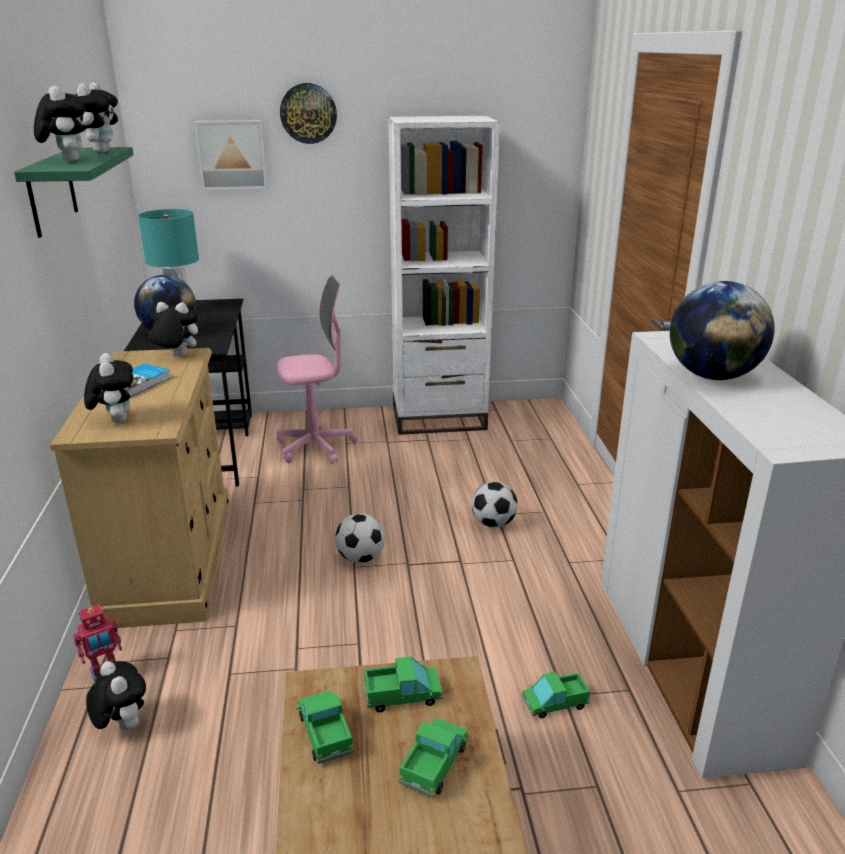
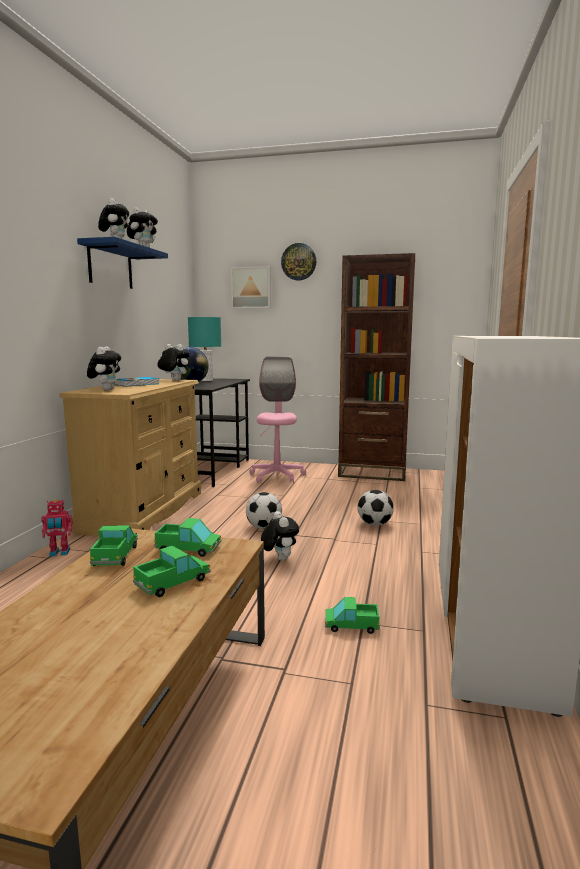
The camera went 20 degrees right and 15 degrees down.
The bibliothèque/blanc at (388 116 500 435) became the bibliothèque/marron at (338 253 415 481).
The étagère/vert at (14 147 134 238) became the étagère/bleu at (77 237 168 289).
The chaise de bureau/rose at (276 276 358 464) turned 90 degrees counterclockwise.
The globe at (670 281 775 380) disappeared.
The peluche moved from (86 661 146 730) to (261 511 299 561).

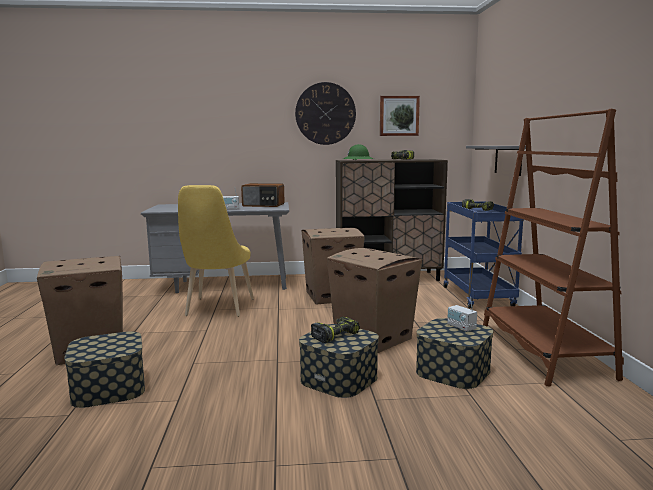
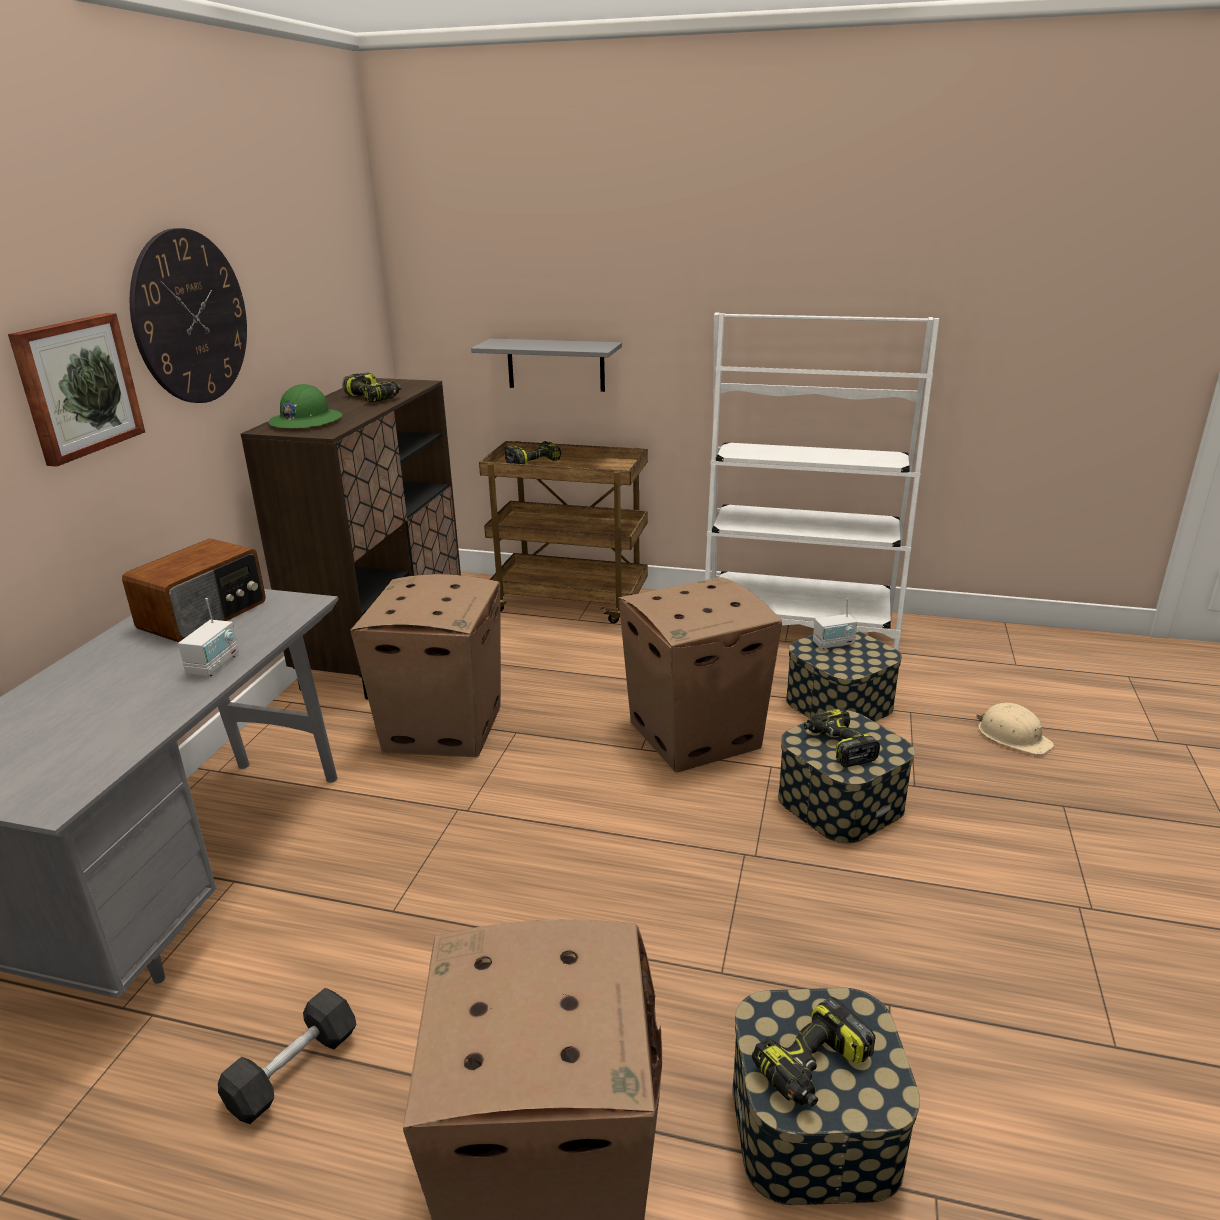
The camera went 70 degrees left and 15 degrees up.
The tableau moved from (380 96 420 136) to (8 313 145 467).
The bibliothèque/marron at (483 109 624 386) became the bibliothèque/blanc at (705 312 940 650).
The chaise/jaune at (178 185 254 317) disappeared.
The chariot/bleu at (443 201 524 308) became the chariot/marron at (479 441 648 624).
The casque de chantier/beige at (976 703 1054 755) appeared.
The haltère/gris at (218 988 356 1124) appeared.
The perceuse at (752 997 875 1107) appeared.

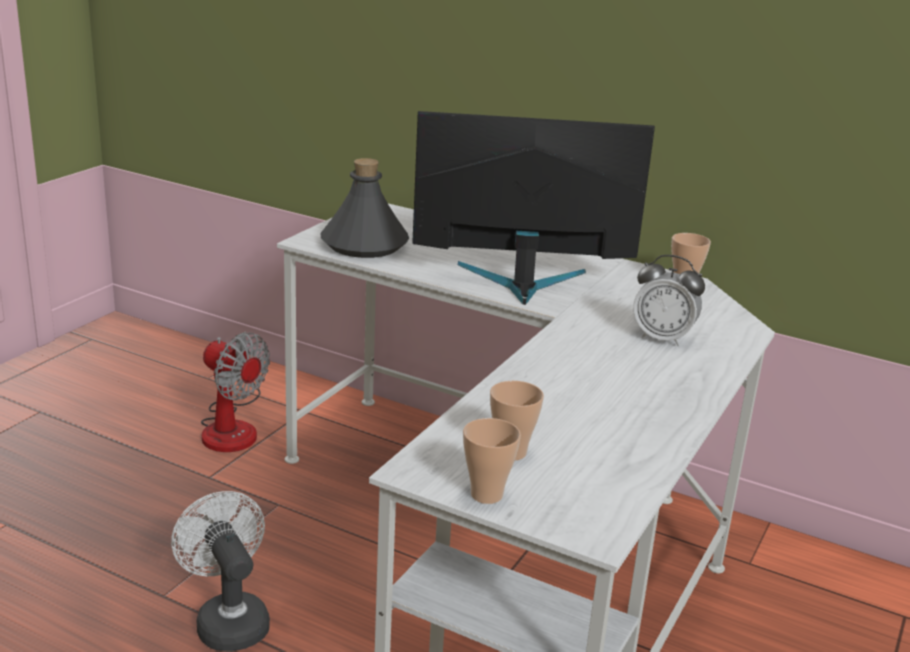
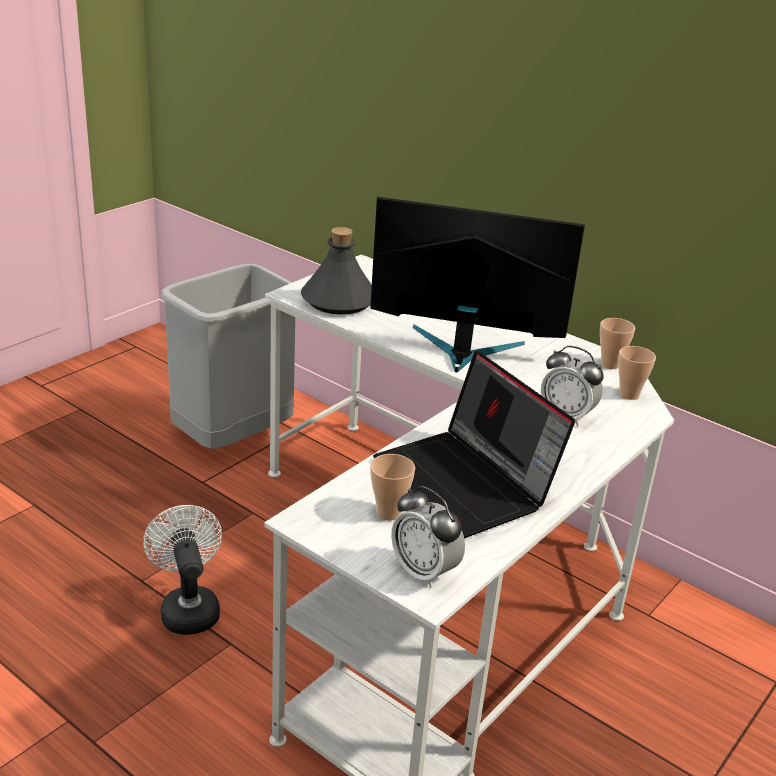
The camera went 10 degrees right and 5 degrees up.
The ventilateur at (201 331 270 452) was replaced by the poubelle/gris at (161 264 295 449).
The tasse moved from (463 418 521 504) to (618 346 656 400).
The ordinateur portable at (373 350 575 538) appeared.
The réveil at (391 486 465 588) appeared.

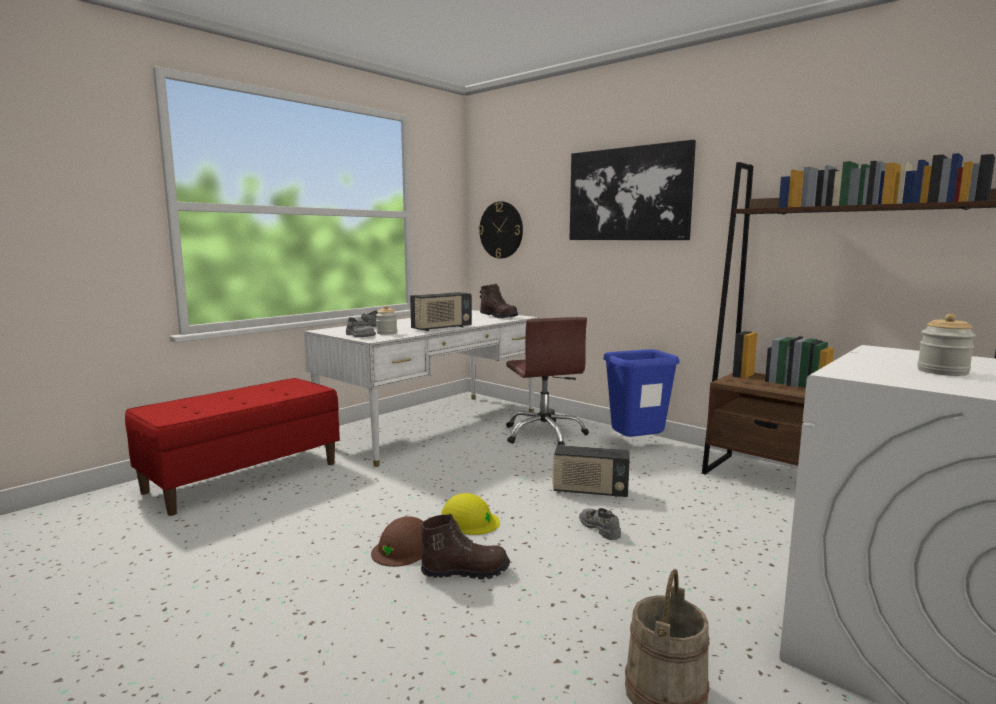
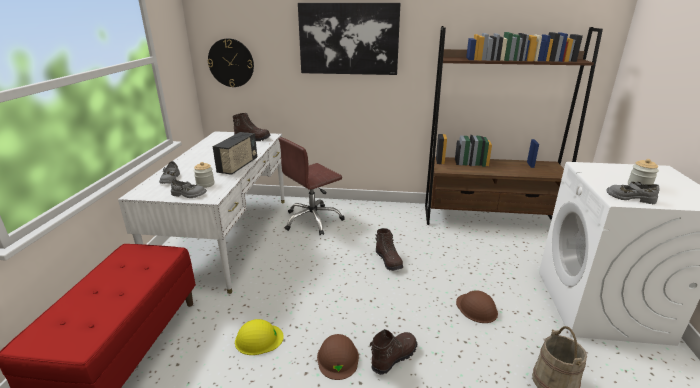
The camera went 35 degrees left and 15 degrees up.
The chaise de bureau/marron at (506 317 589 446) turned 105 degrees clockwise.
The poubelle/bleu at (604 349 680 437) disappeared.
The radio at (552 445 630 498) was replaced by the botte/marron at (375 228 403 271).
The casque de chantier/jaune moved from (441 493 500 535) to (235 319 284 355).
The chaussure/gris moved from (579 508 621 540) to (606 182 659 204).
The casque de chantier/marron at (456 290 498 323) appeared.

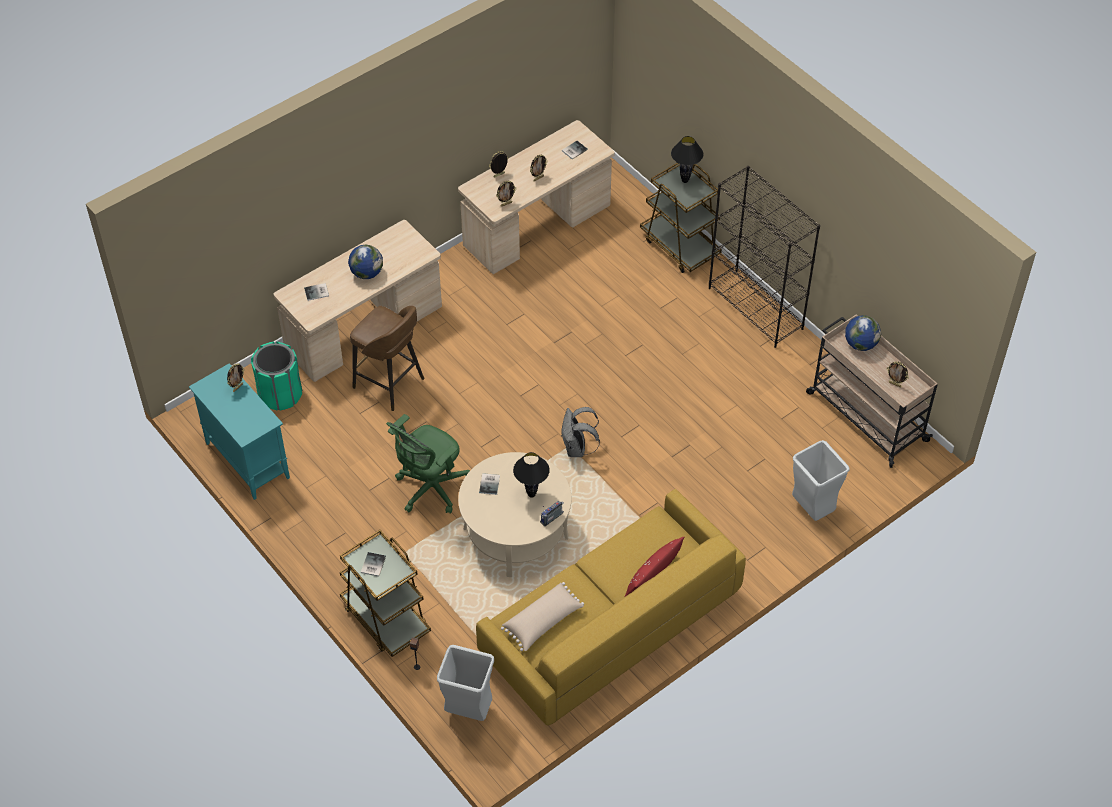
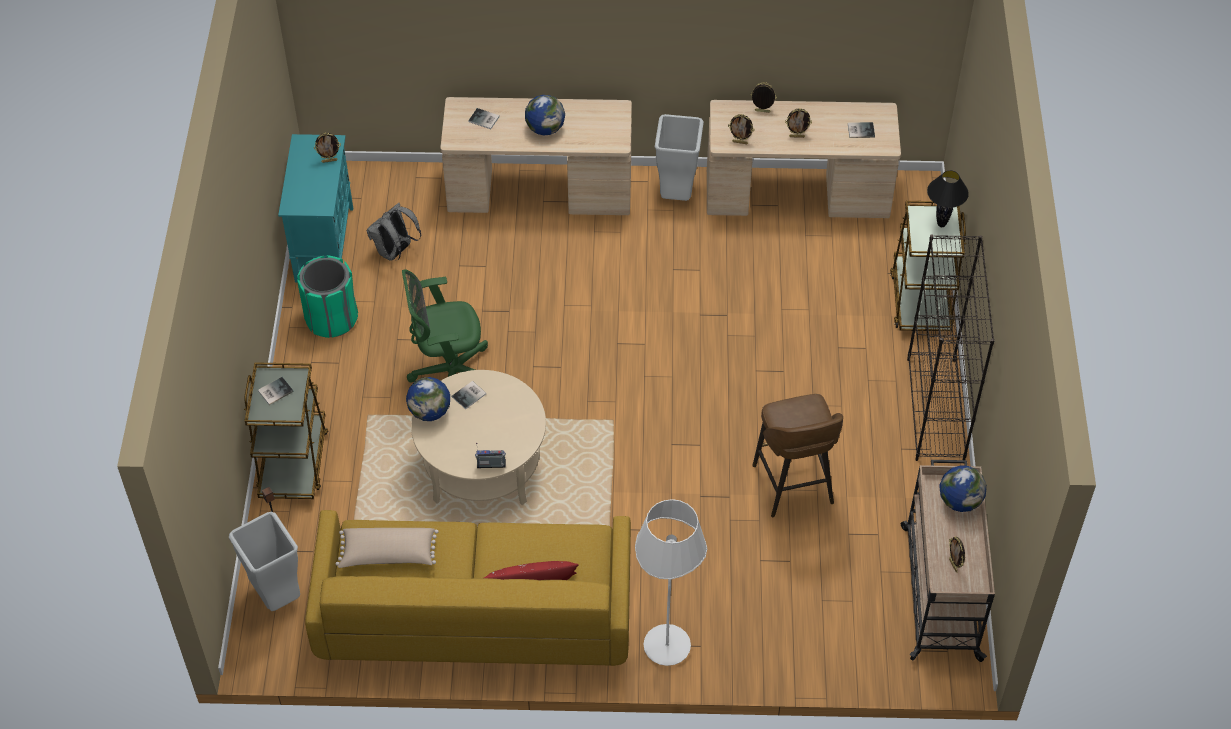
The camera went 40 degrees right and 0 degrees up.
The tabouret/marron moved from (350 306 424 411) to (752 394 843 517).
The poubelle/vert moved from (251 341 302 411) to (297 255 358 338).
The sac à dos/gris moved from (561 407 600 457) to (366 202 421 261).
The poubelle/gris moved from (792 440 850 521) to (655 114 704 201).
The lampe de table/noir at (513 452 550 498) disappeared.
The globe at (406 377 450 421) appeared.
The lampadaire/blanc at (635 499 707 666) appeared.

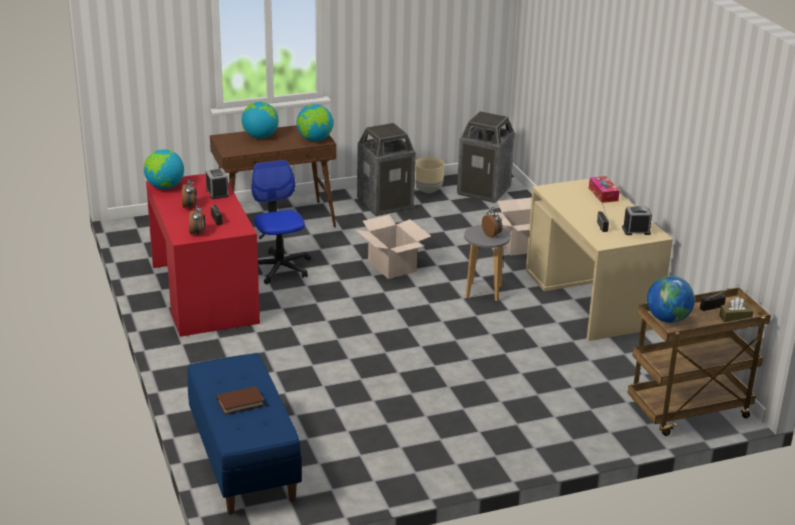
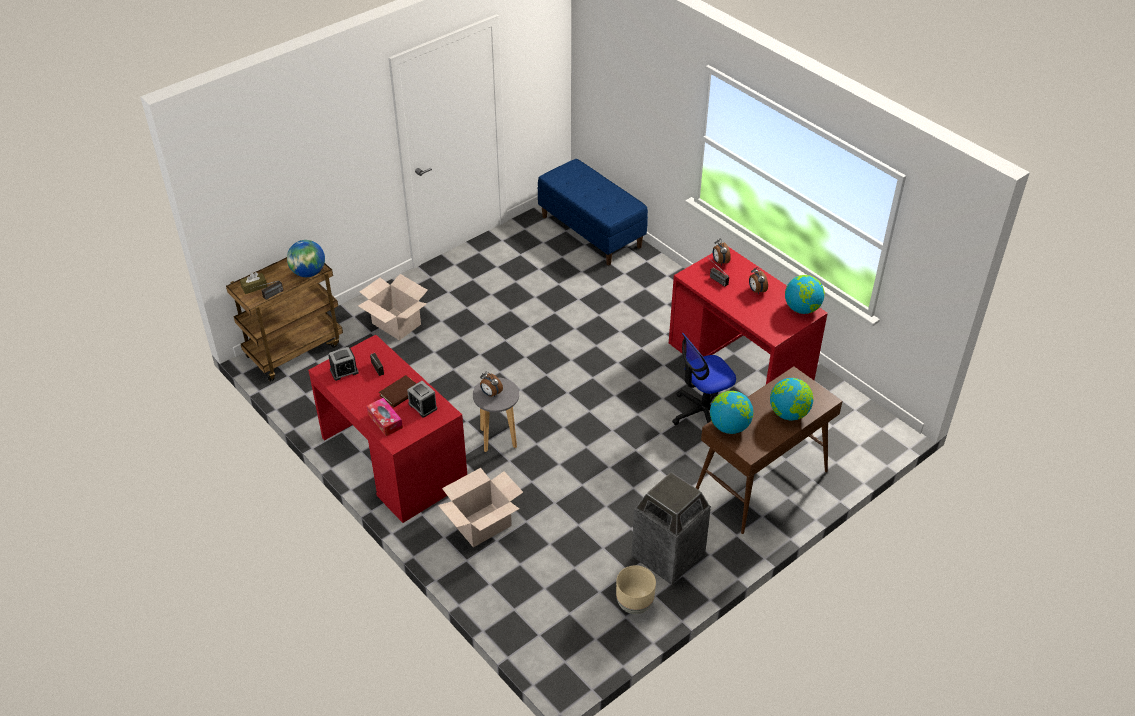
The camera went 160 degrees right and 15 degrees up.
The poubelle at (457 111 515 203) disappeared.
The chaise de bureau at (252 160 311 284) turned 105 degrees clockwise.
The réveil moved from (206 168 229 199) to (407 381 437 418).
The bureau/beige at (526 179 673 341) became the bureau/rouge at (308 335 467 523).
The carton moved from (355 215 431 279) to (358 274 428 340).
The livre/marron moved from (217 386 265 415) to (379 375 416 408).

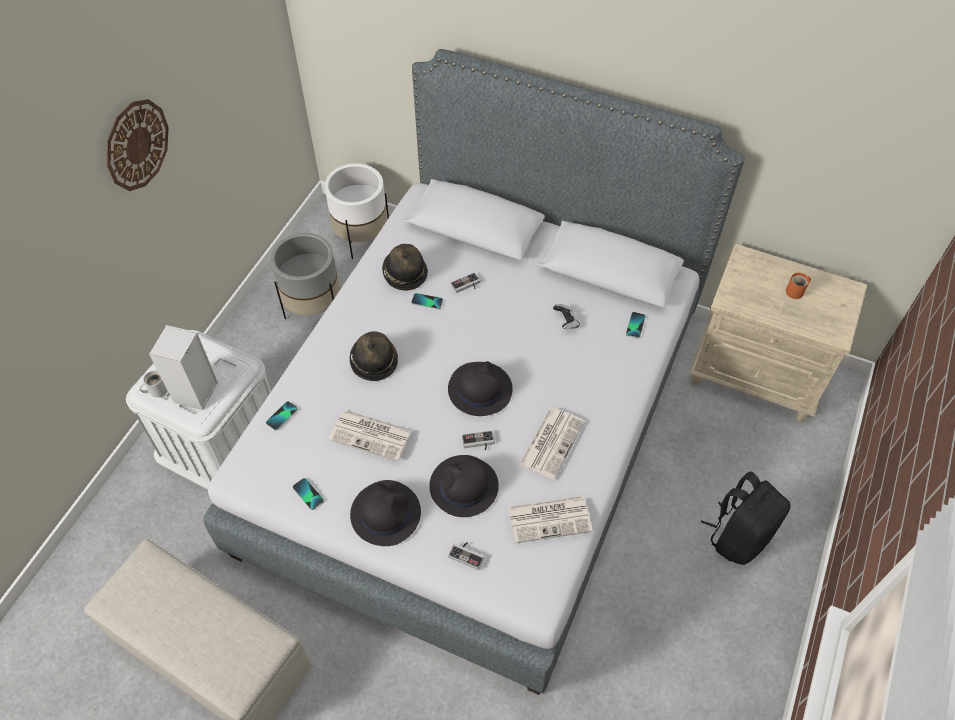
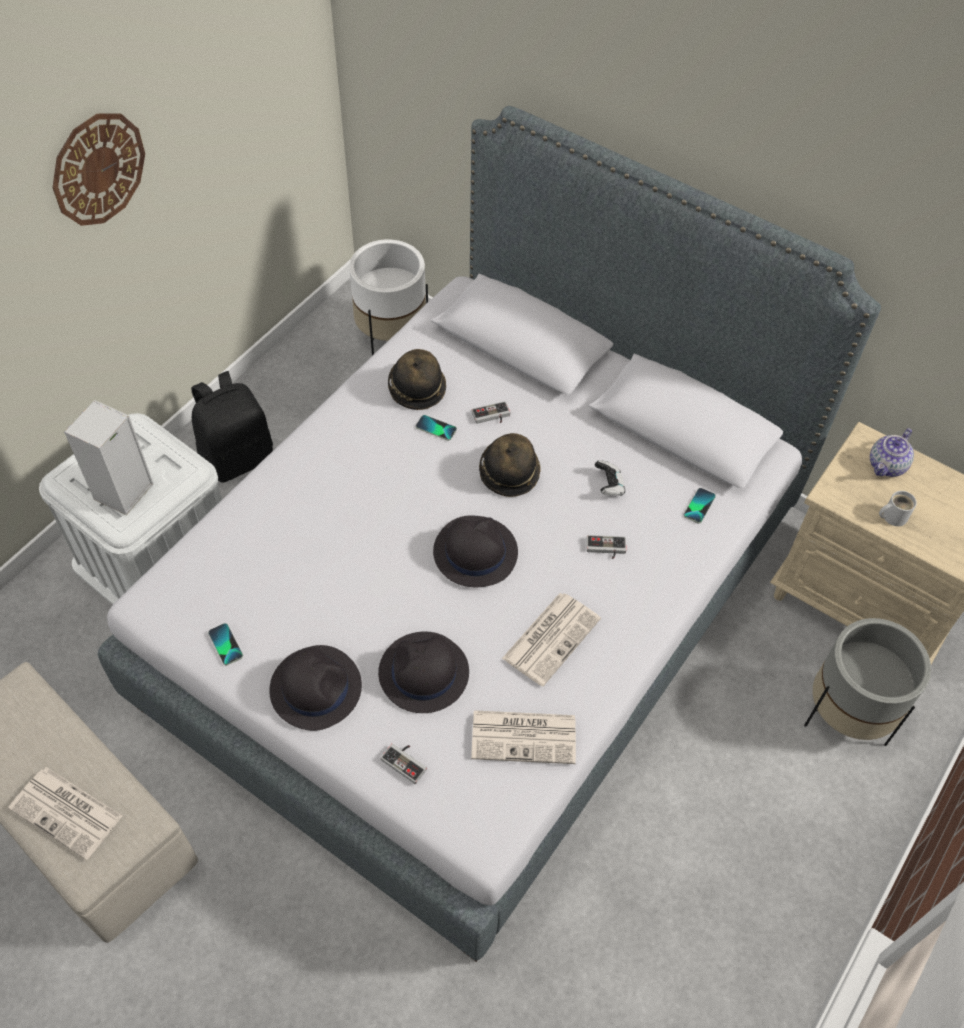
The camera went 10 degrees right and 0 degrees up.
The cache-pot/gris moved from (270 233 340 319) to (804 618 931 746).
The mug/orange at (786 273 811 299) disappeared.
The chapeau moved from (350 331 398 381) to (479 433 541 497).
The mug/blanc moved from (139 370 168 397) to (879 491 917 526).
The téléphone at (266 401 298 431) disappeared.
The journal moved from (329 410 412 461) to (8 767 122 860).
The manette moved from (462 430 495 450) to (587 535 626 559).
The sac à dos/noir moved from (701 472 791 565) to (191 371 273 483).
The théière at (870 428 914 477) appeared.

